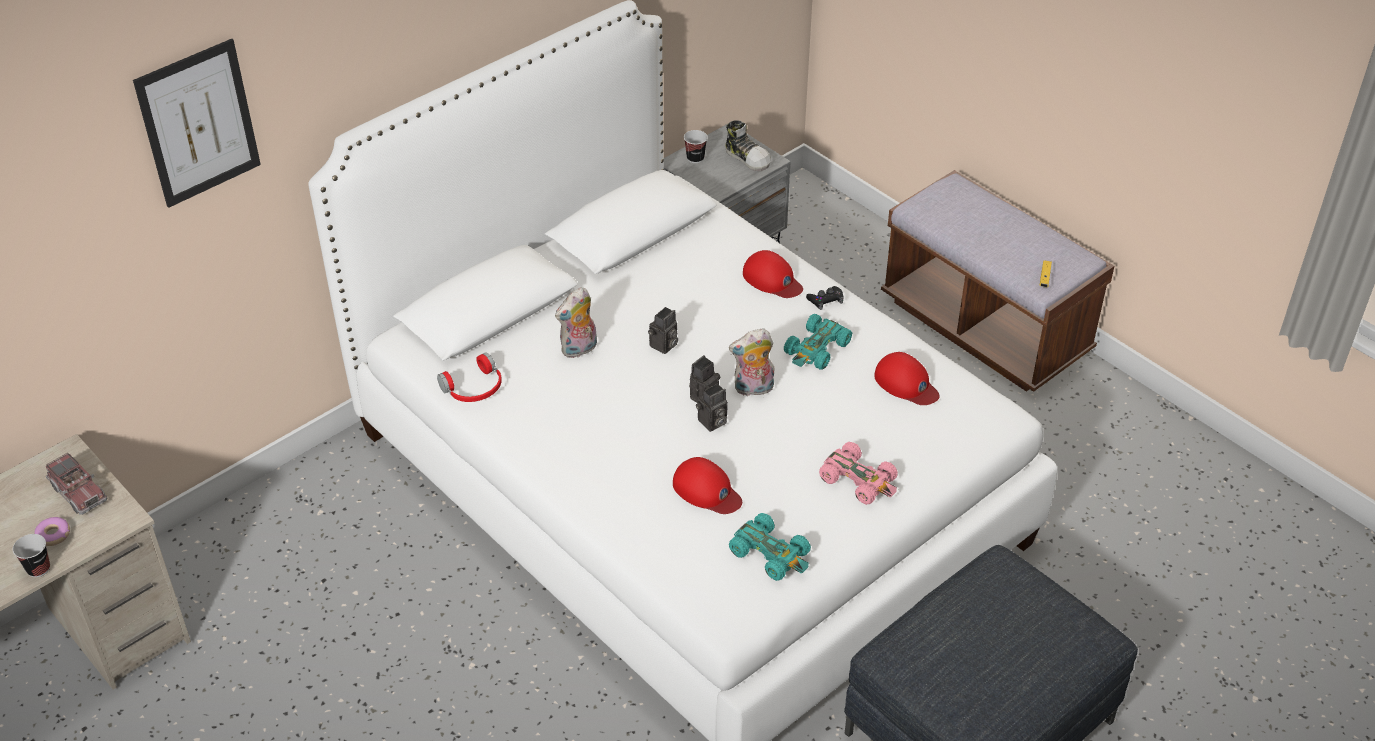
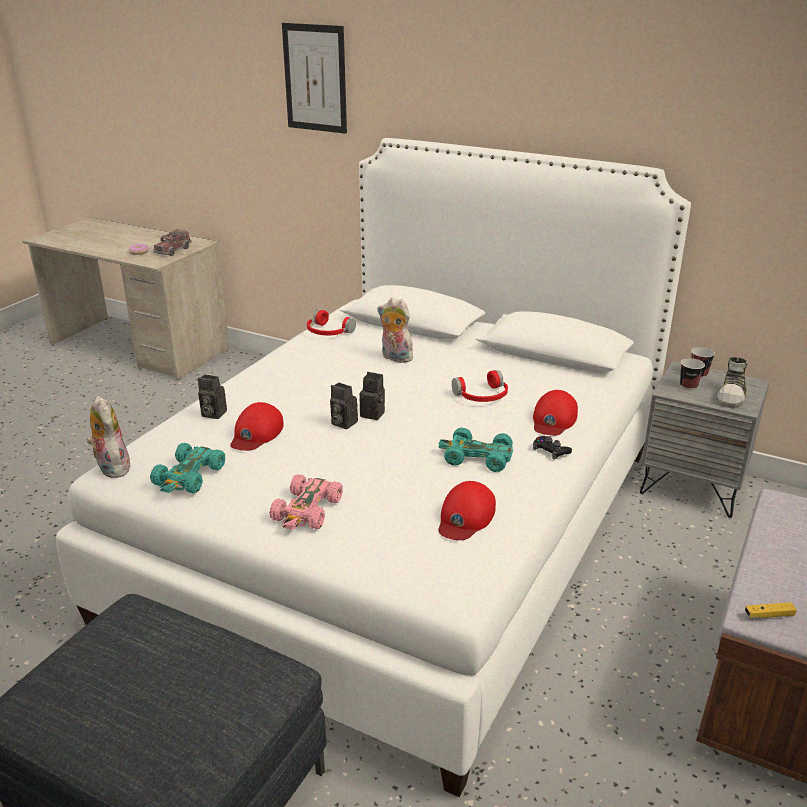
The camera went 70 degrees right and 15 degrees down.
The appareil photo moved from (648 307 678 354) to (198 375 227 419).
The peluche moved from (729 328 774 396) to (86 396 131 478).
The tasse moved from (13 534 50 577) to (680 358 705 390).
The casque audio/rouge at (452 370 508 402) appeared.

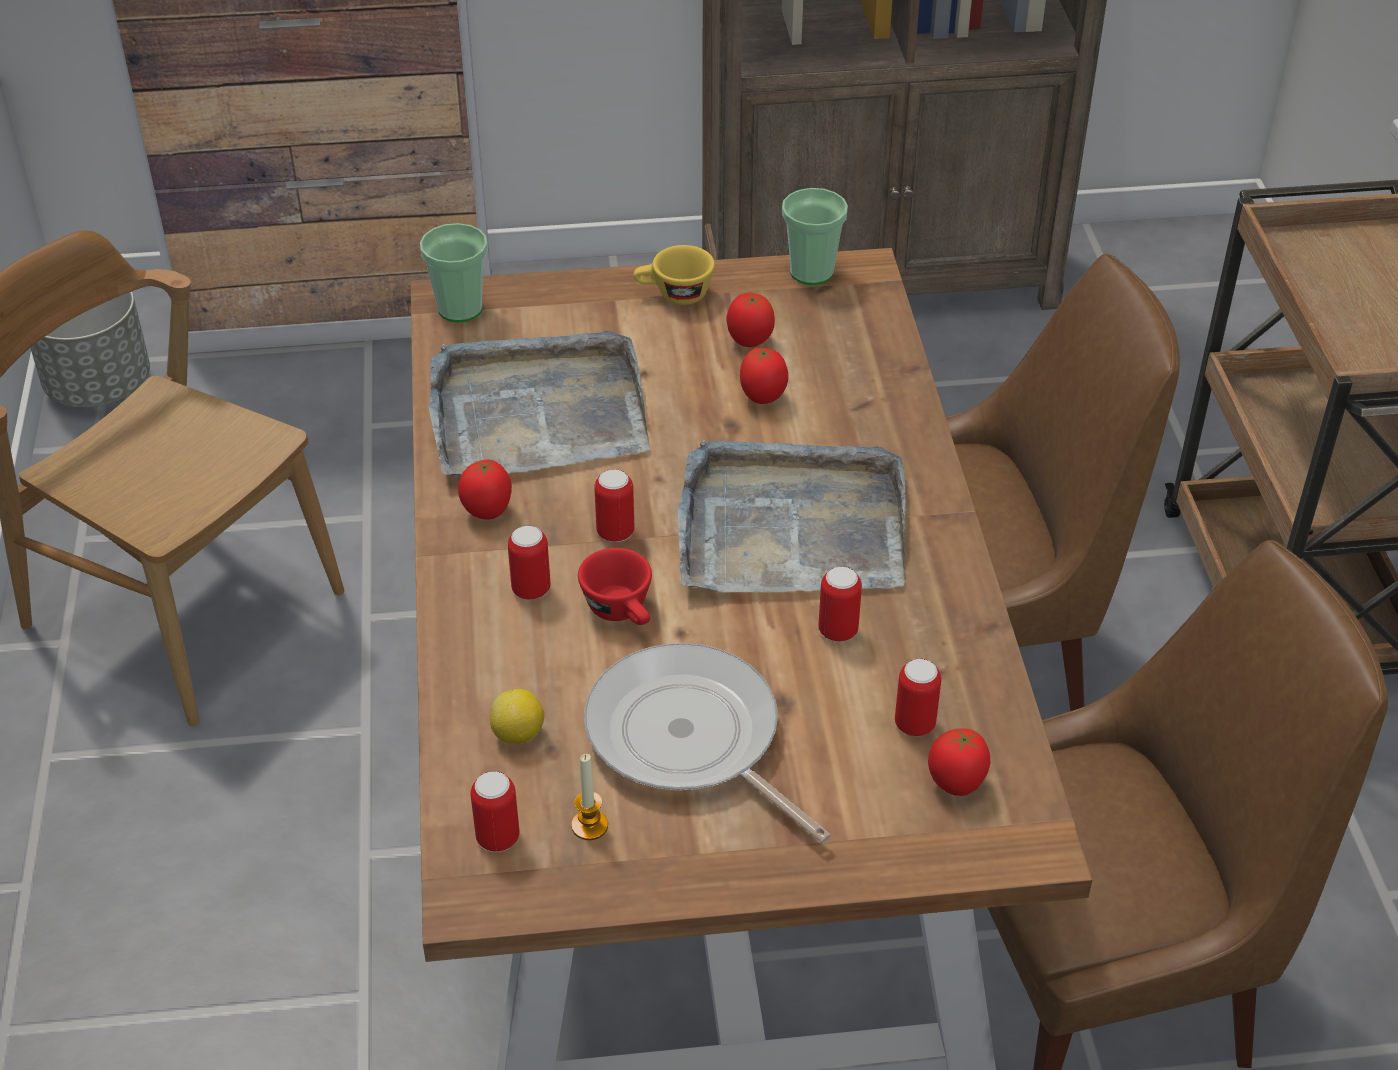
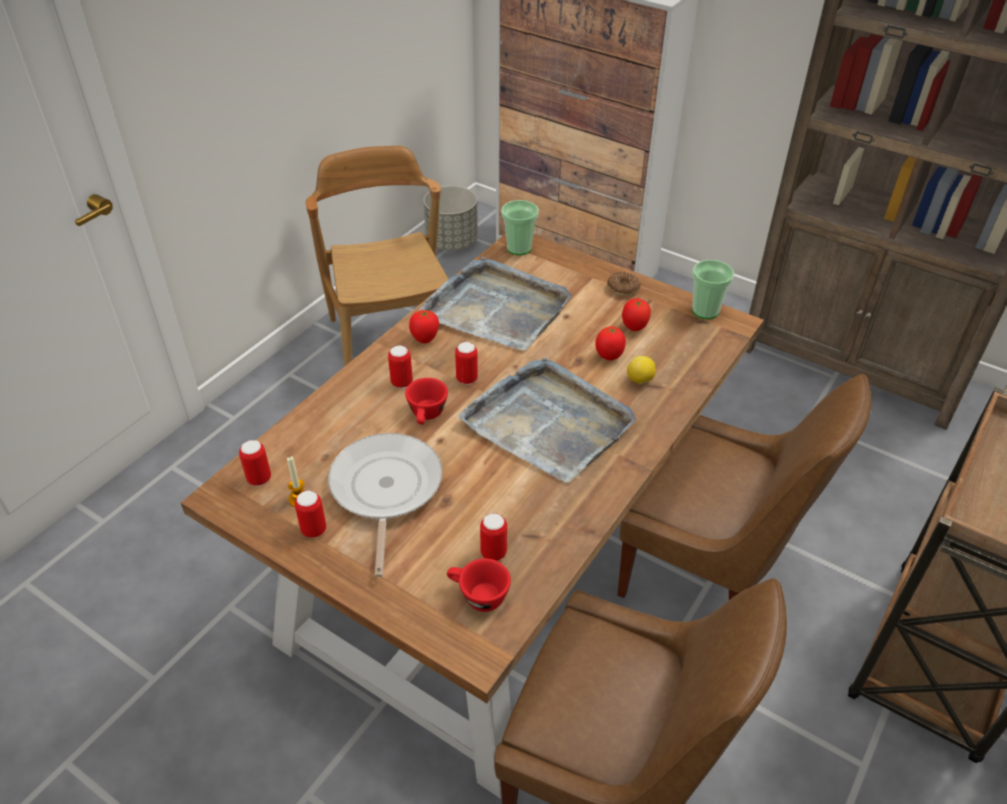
The camera went 40 degrees right and 0 degrees up.
The tasse/jaune at (634 245 715 305) was replaced by the beignet at (607 272 641 296).
The boîte métallique moved from (818 567 862 642) to (295 490 326 538).
The citron moved from (490 689 544 743) to (627 356 656 384).
The tomate at (928 728 990 796) was replaced by the tasse/rouge at (447 559 511 612).

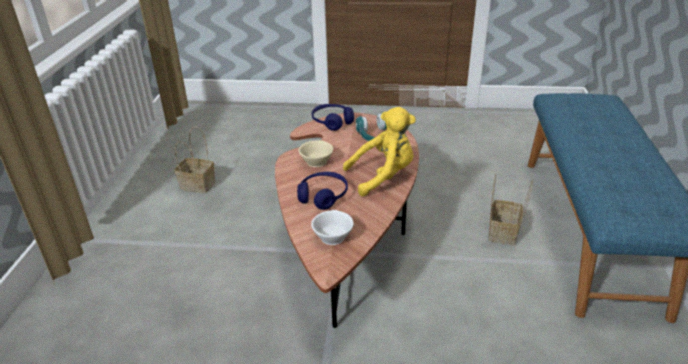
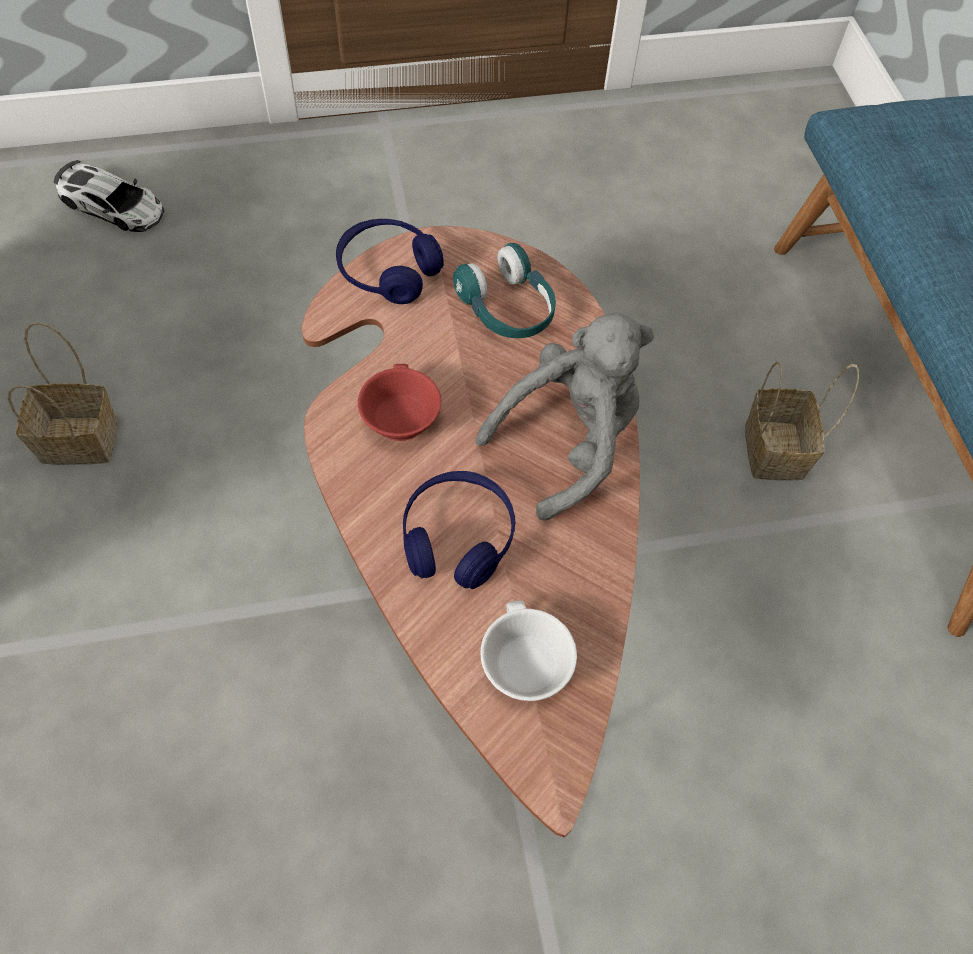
The camera went 20 degrees left and 25 degrees up.
The peluche/jaune at (343 107 416 196) became the peluche/gris at (475 313 654 521).
The tasse/beige at (299 140 333 167) became the tasse/rouge at (358 364 441 441).
The petite voiture at (54 160 164 232) appeared.

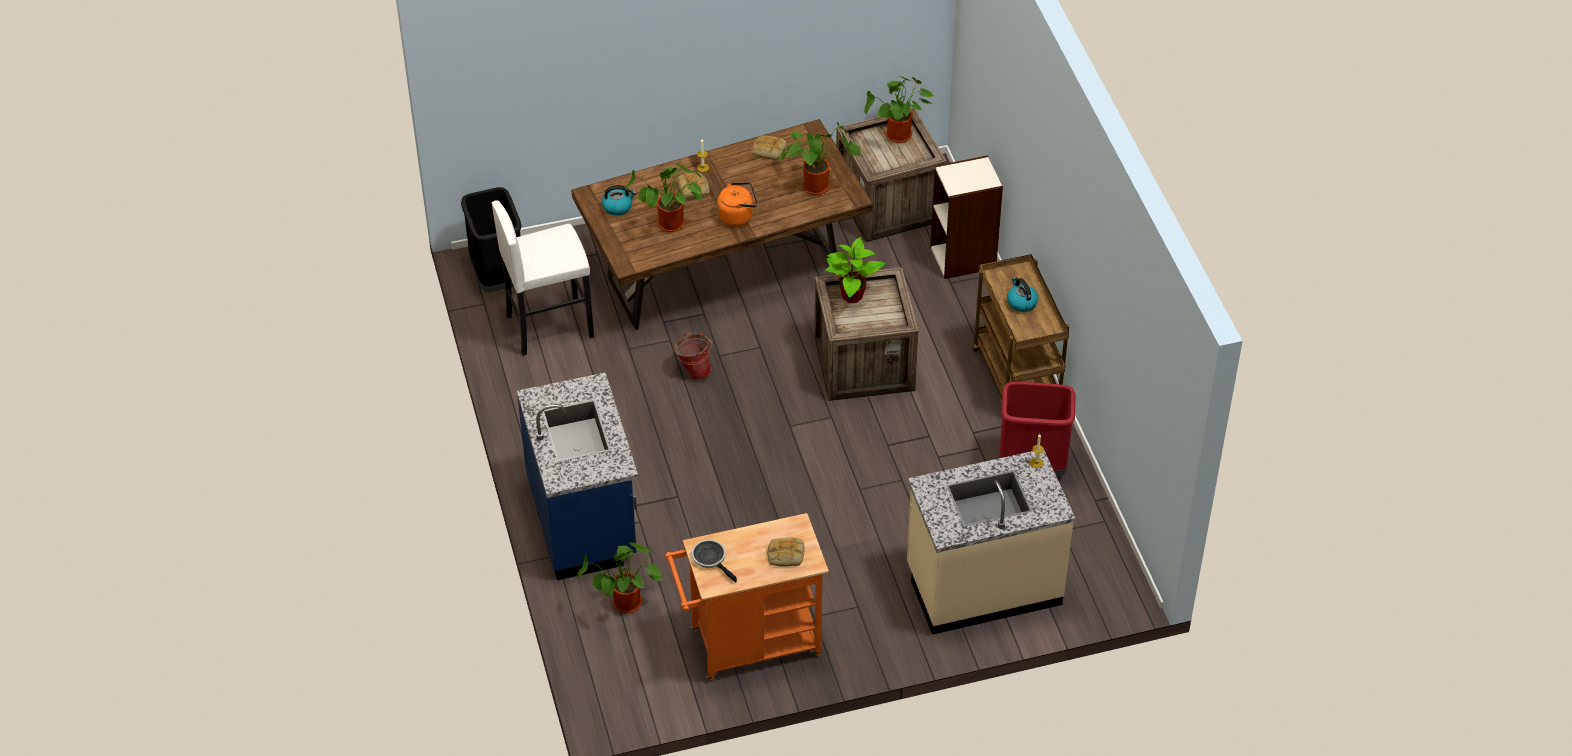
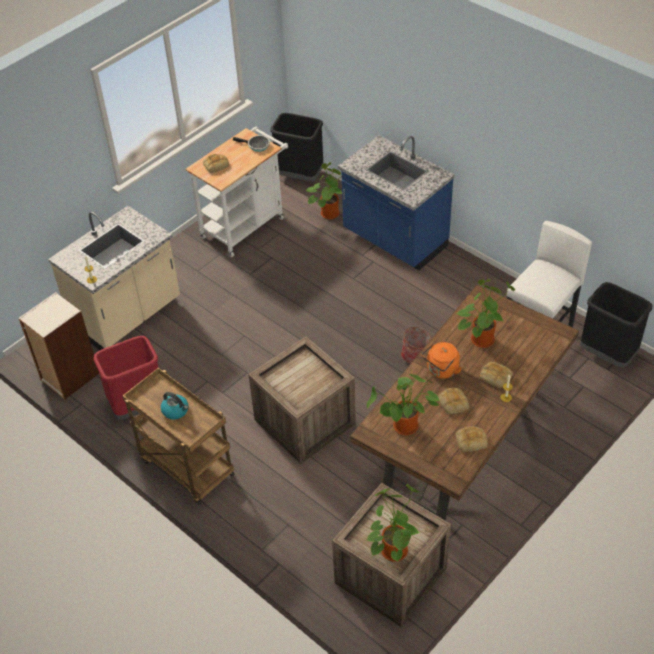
The camera went 150 degrees right and 0 degrees up.
The bibliothèque moved from (930 155 1003 279) to (19 292 99 400).
The bouilloire at (602 185 636 216) disappeared.
The plante en pot at (825 237 886 303) disappeared.
The chariot/orange at (665 513 829 681) became the chariot/blanc at (185 126 288 257).
The poubelle/noir at (270 113 323 181) appeared.
The pain at (438 387 469 414) appeared.

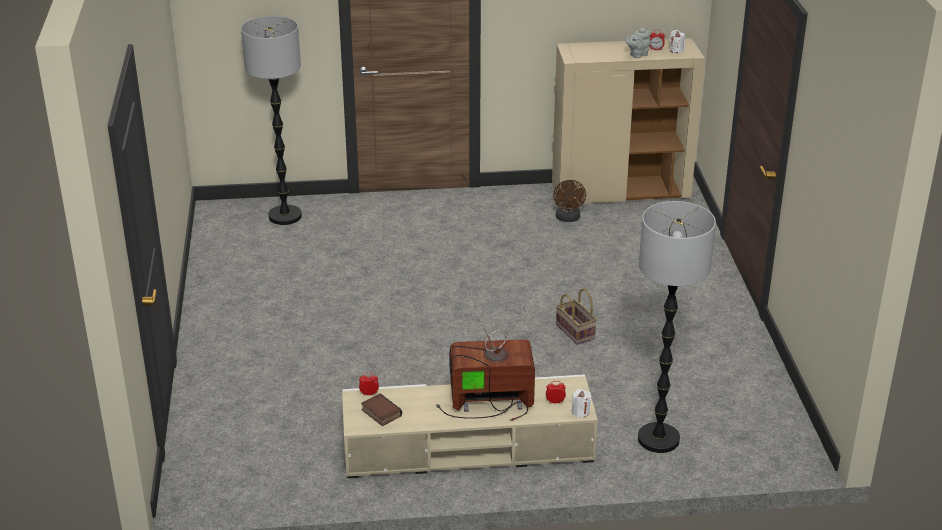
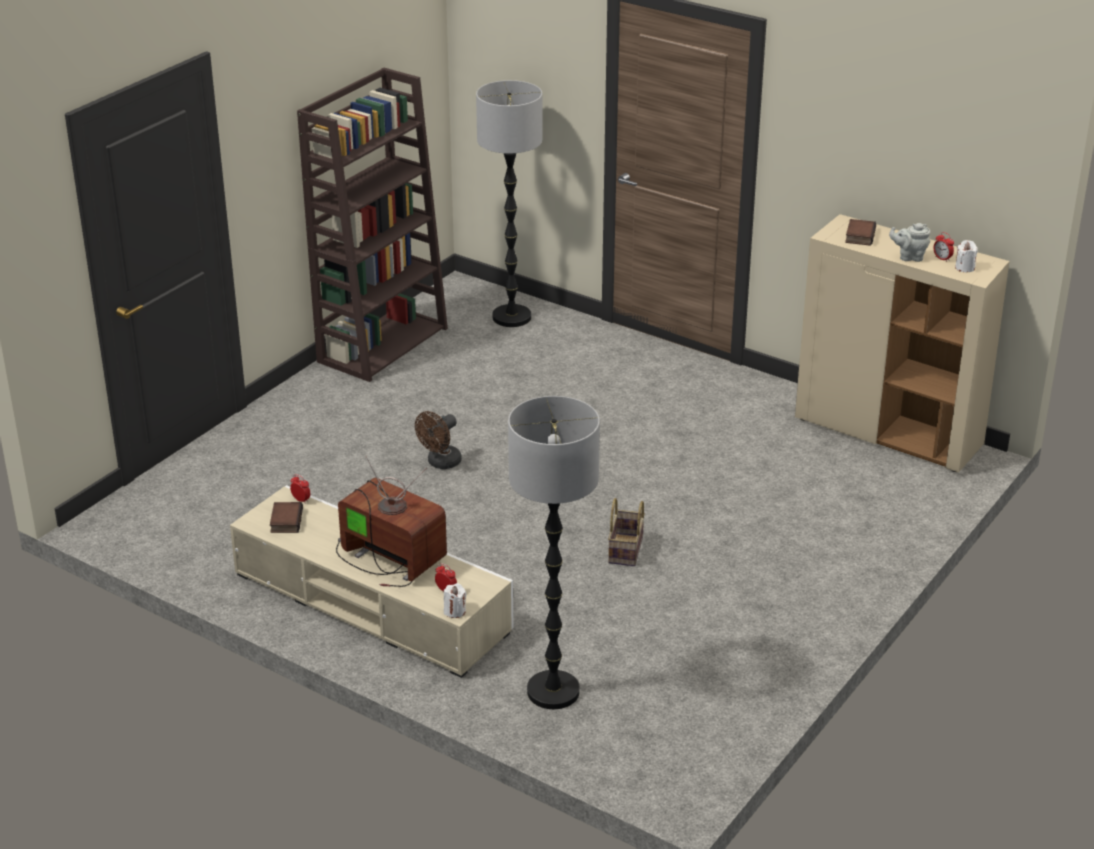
The camera went 40 degrees right and 0 degrees up.
The ventilateur/marron moved from (553 180 586 222) to (415 411 462 469).
The bibliothèque/marron at (297 68 448 382) appeared.
The livre at (845 219 876 246) appeared.

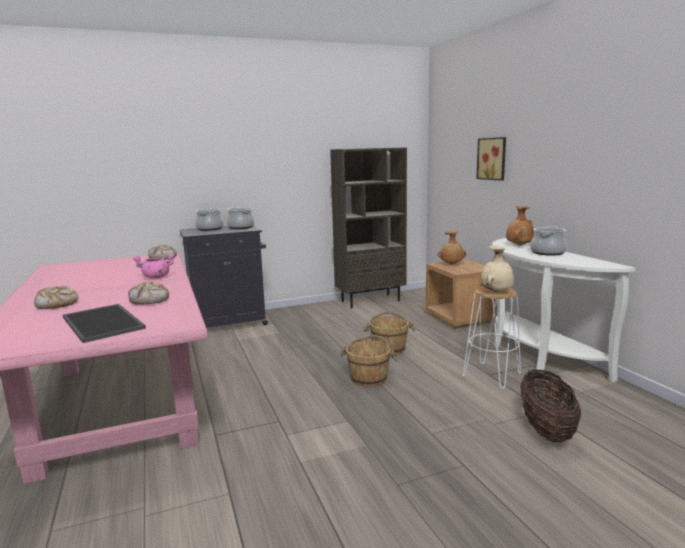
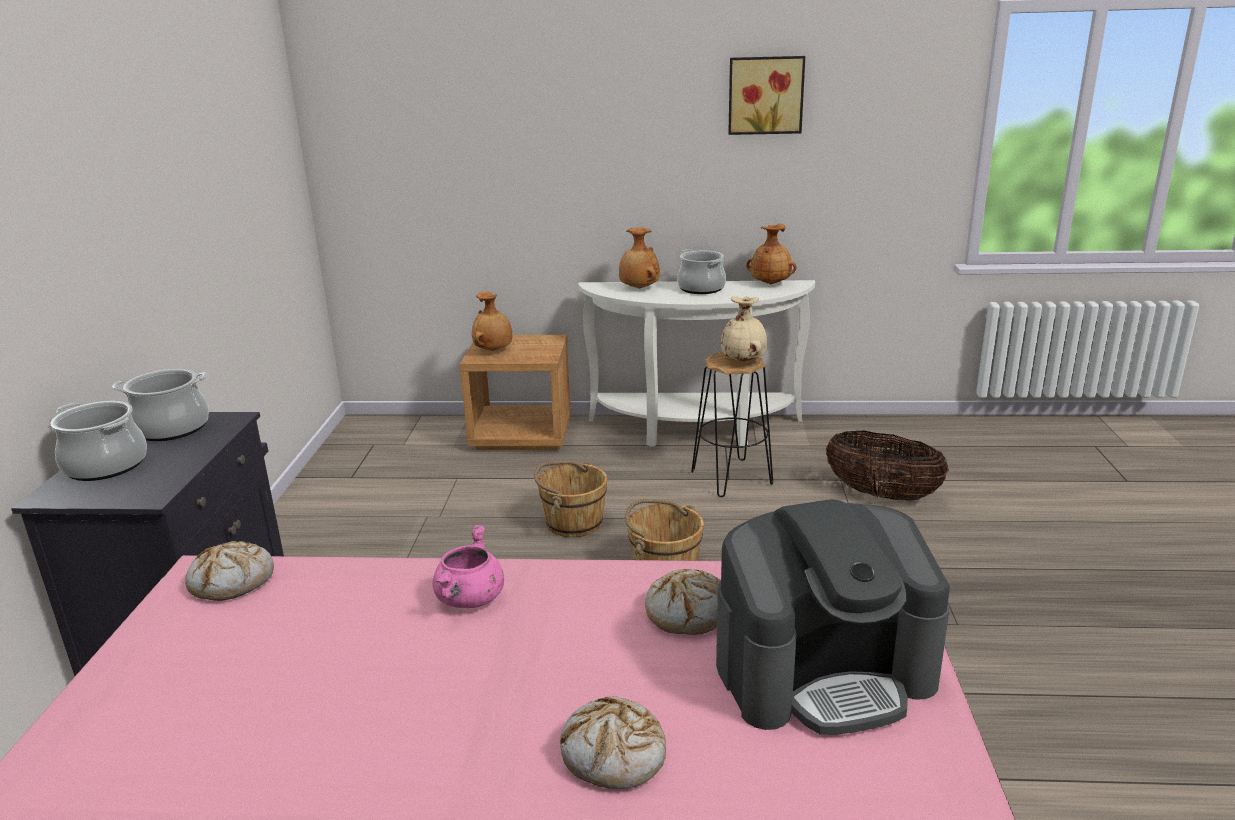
The camera went 65 degrees left and 10 degrees up.
The tableau moved from (476 137 506 181) to (728 56 805 135).
The bibliothèque/marron at (330 147 407 309) disappeared.
The tabouret/blanc at (463 286 521 389) became the tabouret/noir at (691 352 773 497).
The plateau at (63 304 146 343) was replaced by the machine à café at (716 499 950 735).
The vase/marron at (746 224 797 284) appeared.

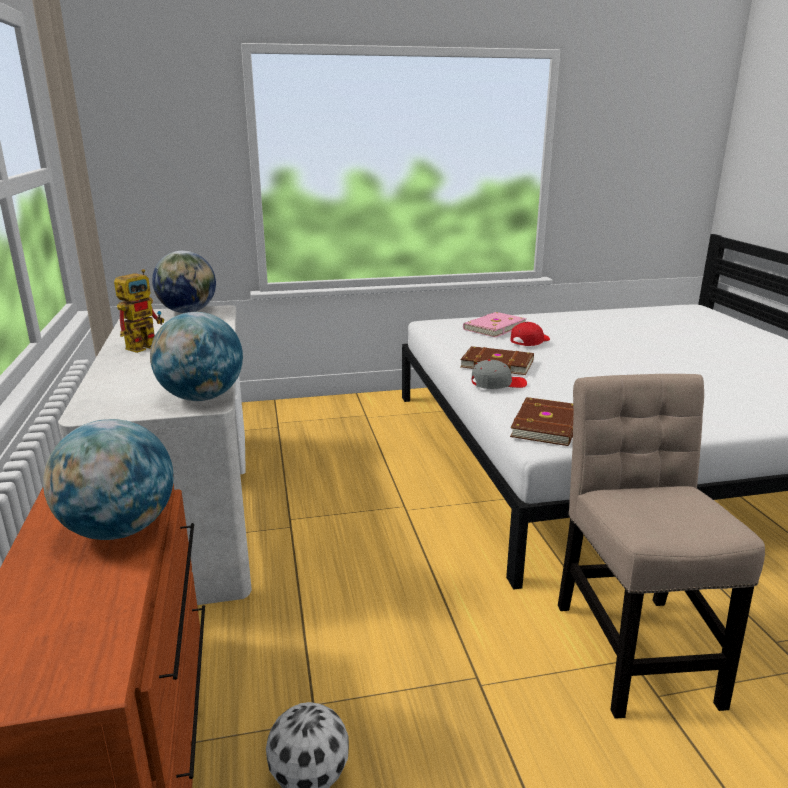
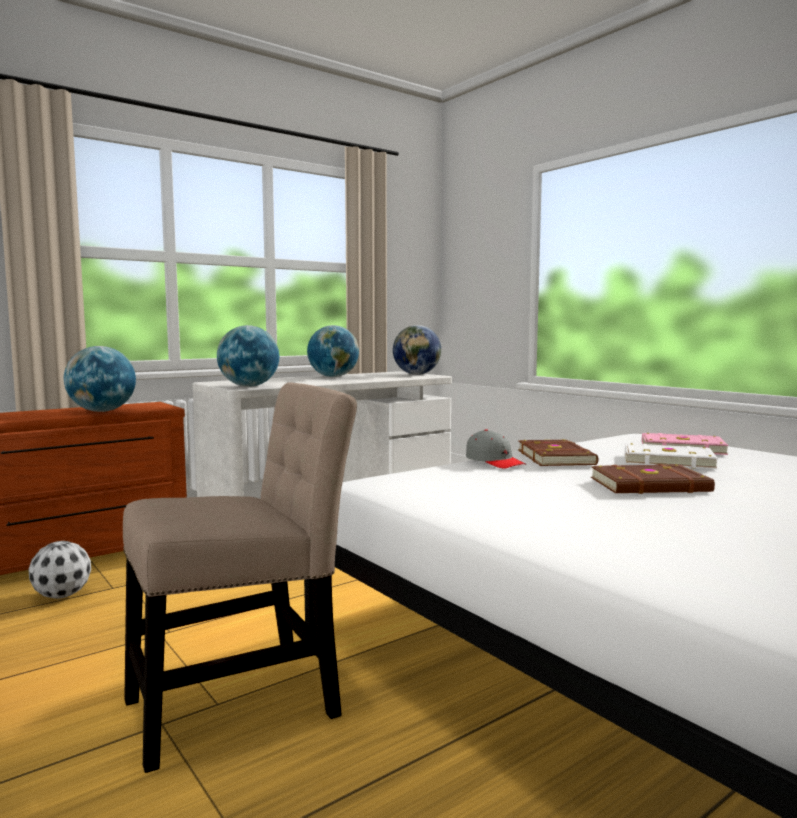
The camera went 65 degrees right and 15 degrees down.
The robot jouet at (114 269 164 353) was replaced by the globe at (307 325 359 377).
The casquette/rouge at (510 322 550 346) was replaced by the livre/blanc at (625 443 718 469).
The livre/marron moved from (510 397 574 446) to (591 464 715 494).

